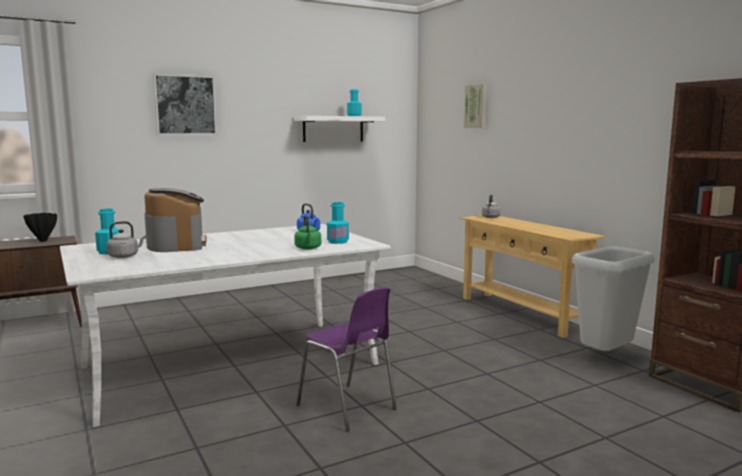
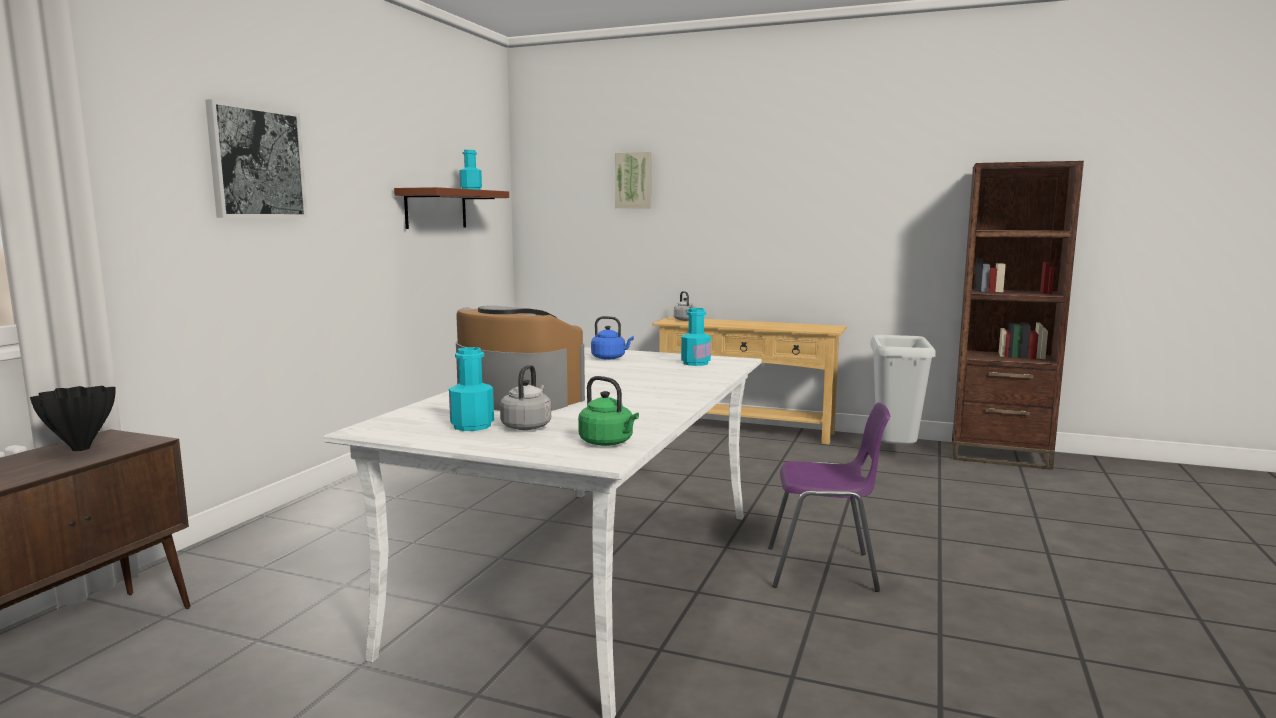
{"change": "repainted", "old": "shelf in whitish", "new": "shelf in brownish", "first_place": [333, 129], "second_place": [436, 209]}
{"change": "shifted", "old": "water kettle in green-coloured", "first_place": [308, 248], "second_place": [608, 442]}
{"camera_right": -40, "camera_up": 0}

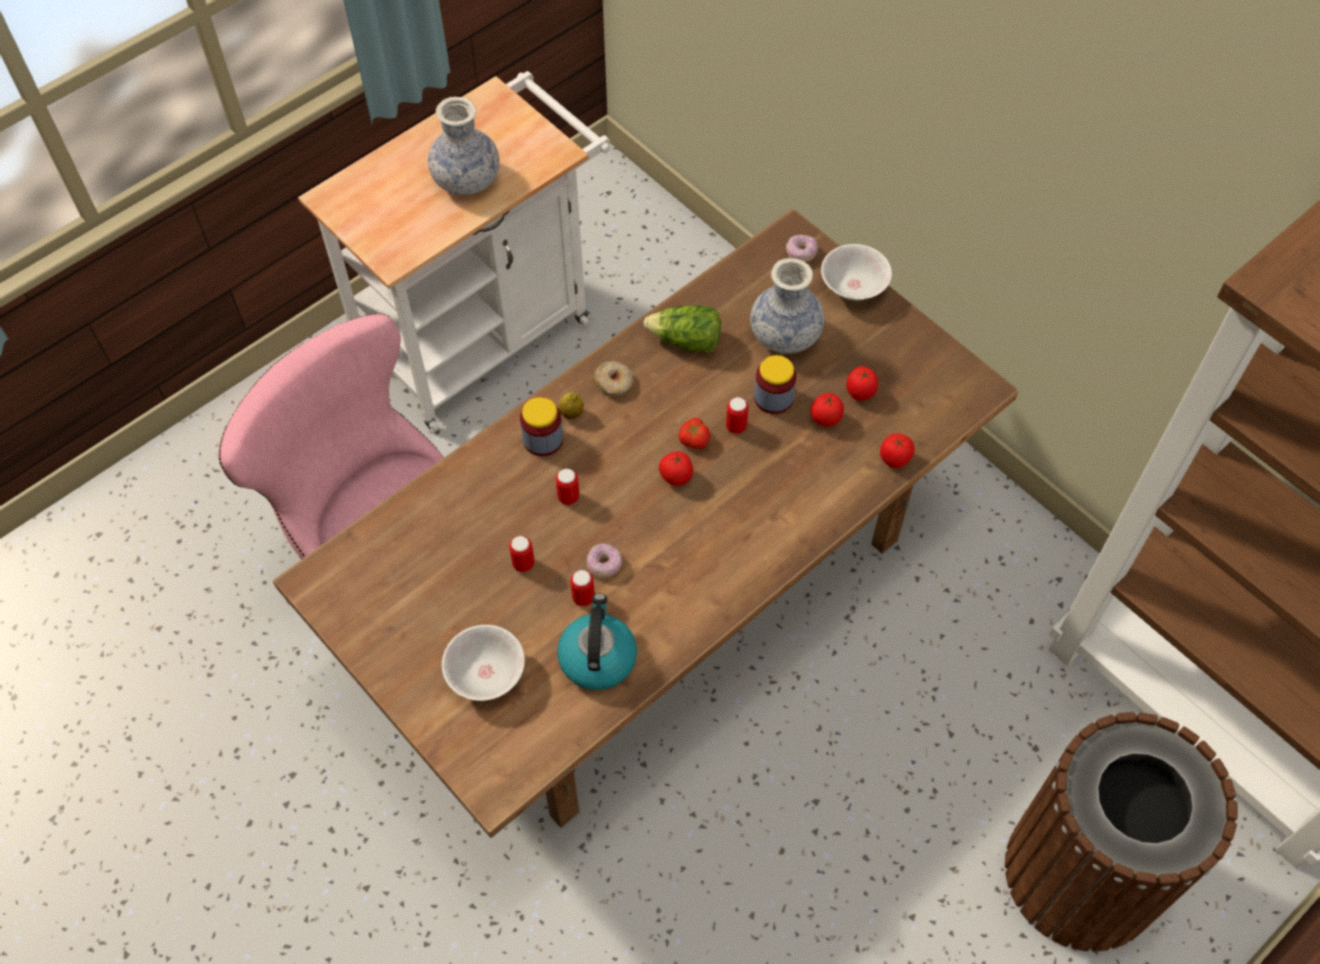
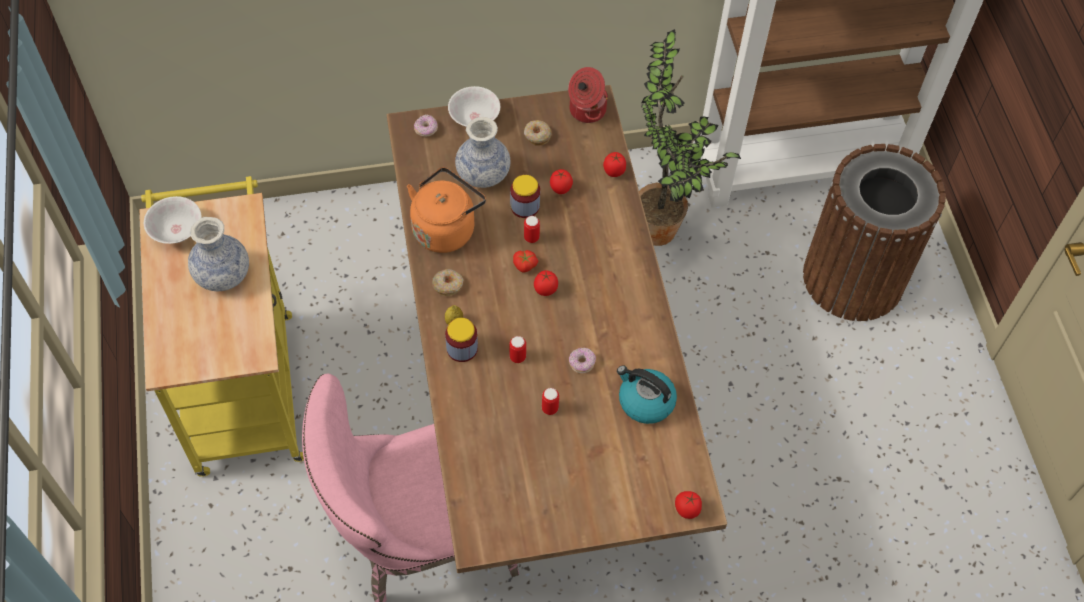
{"change": "repainted", "old": "wheeled cart in whitish", "new": "wheeled cart in yellow", "first_place": [486, 332], "second_place": [243, 382]}
{"change": "swapped", "old": "head of lettuce", "new": "water kettle in orange", "first_place": [686, 341], "second_place": [446, 228]}
{"change": "shifted", "old": "whole tomato", "first_place": [860, 392], "second_place": [687, 509]}
{"change": "gone", "old": "metal can", "first_place": [583, 597]}
{"change": "shifted", "old": "deep dish in whitish", "first_place": [486, 674], "second_place": [177, 231]}
{"change": "new", "new": "plant in a pot", "second_place": [660, 234]}
{"change": "new", "new": "cooking pot", "second_place": [586, 110]}
{"change": "new", "new": "donut", "second_place": [537, 136]}
{"camera_right": -60, "camera_up": 0}

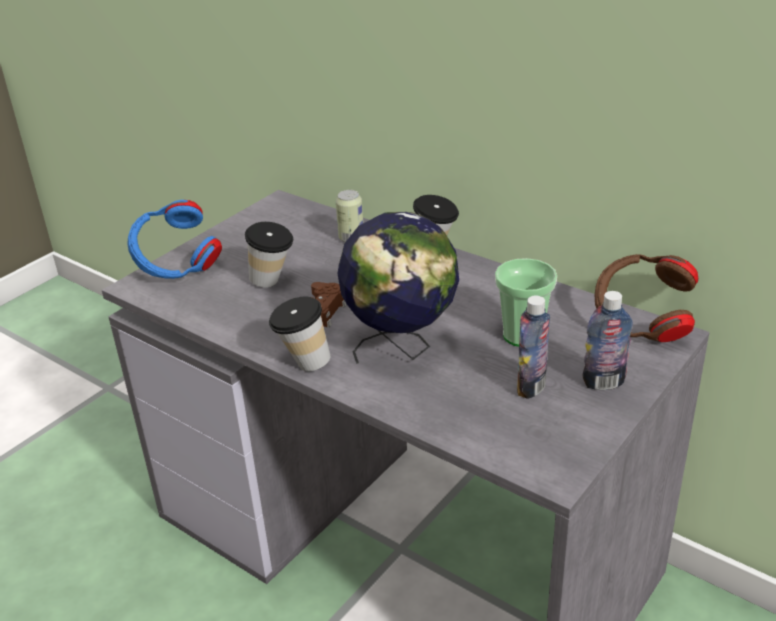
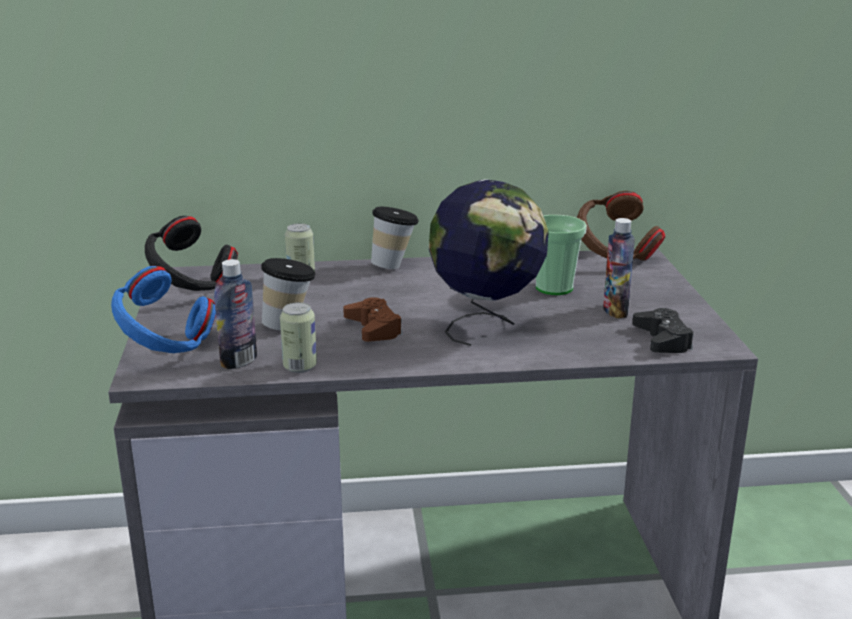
{"change": "shifted", "old": "drink bottle", "first_place": [603, 382], "second_place": [239, 361]}
{"change": "gone", "old": "small cup", "first_place": [303, 364]}
{"change": "new", "new": "pair of headphones in black-coloured", "second_place": [192, 288]}
{"change": "new", "new": "metal can", "second_place": [300, 367]}
{"change": "new", "new": "joypad in black-coloured", "second_place": [662, 340]}
{"camera_right": -45, "camera_up": -10}

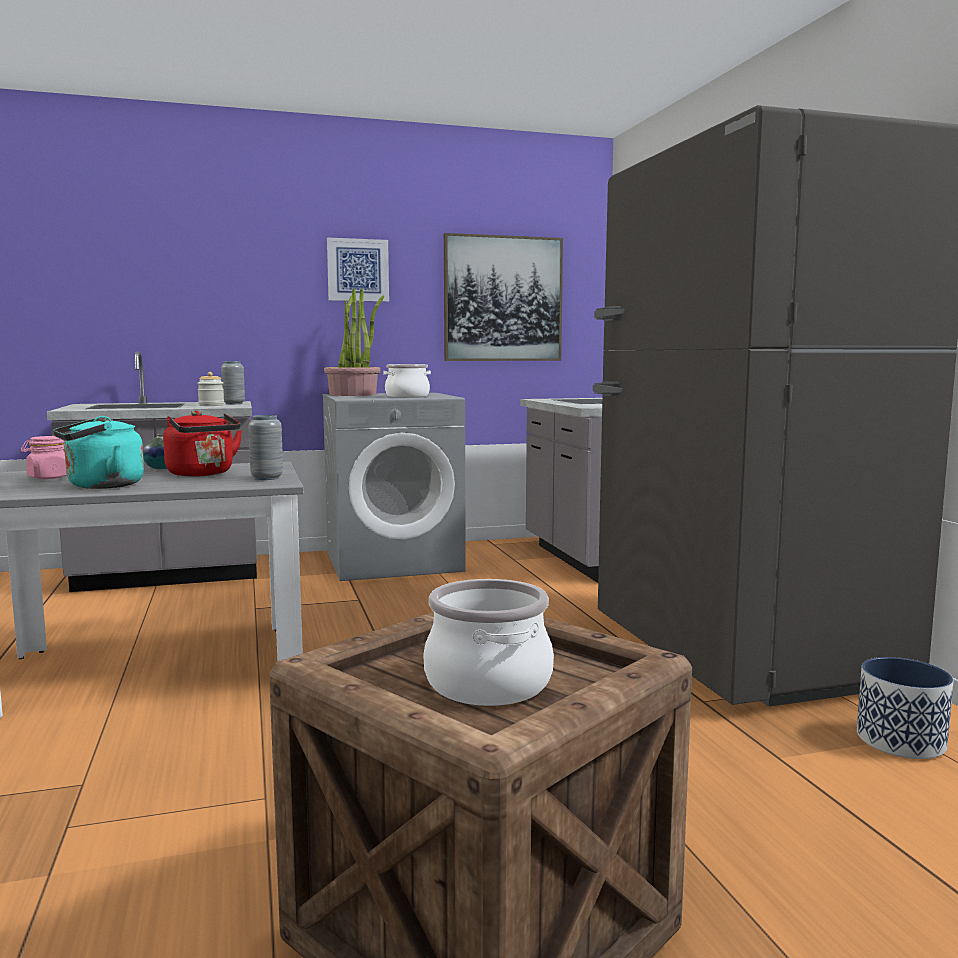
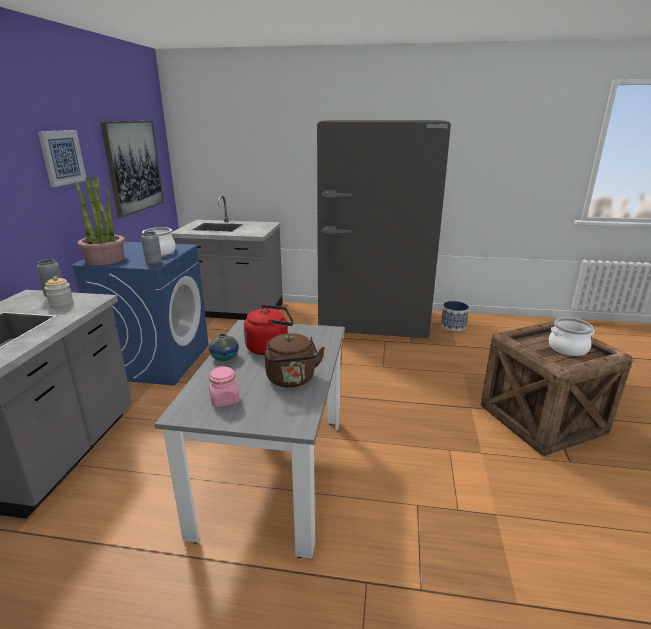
{"change": "repainted", "old": "laundry machine in greyish", "new": "laundry machine in bluish", "first_place": [394, 561], "second_place": [157, 360]}
{"change": "shifted", "old": "flower vase in greyish", "first_place": [267, 478], "second_place": [154, 263]}
{"change": "repainted", "old": "water kettle in turquoise-coloured", "new": "water kettle in brownish", "first_place": [101, 486], "second_place": [292, 380]}
{"camera_right": -65, "camera_up": 15}

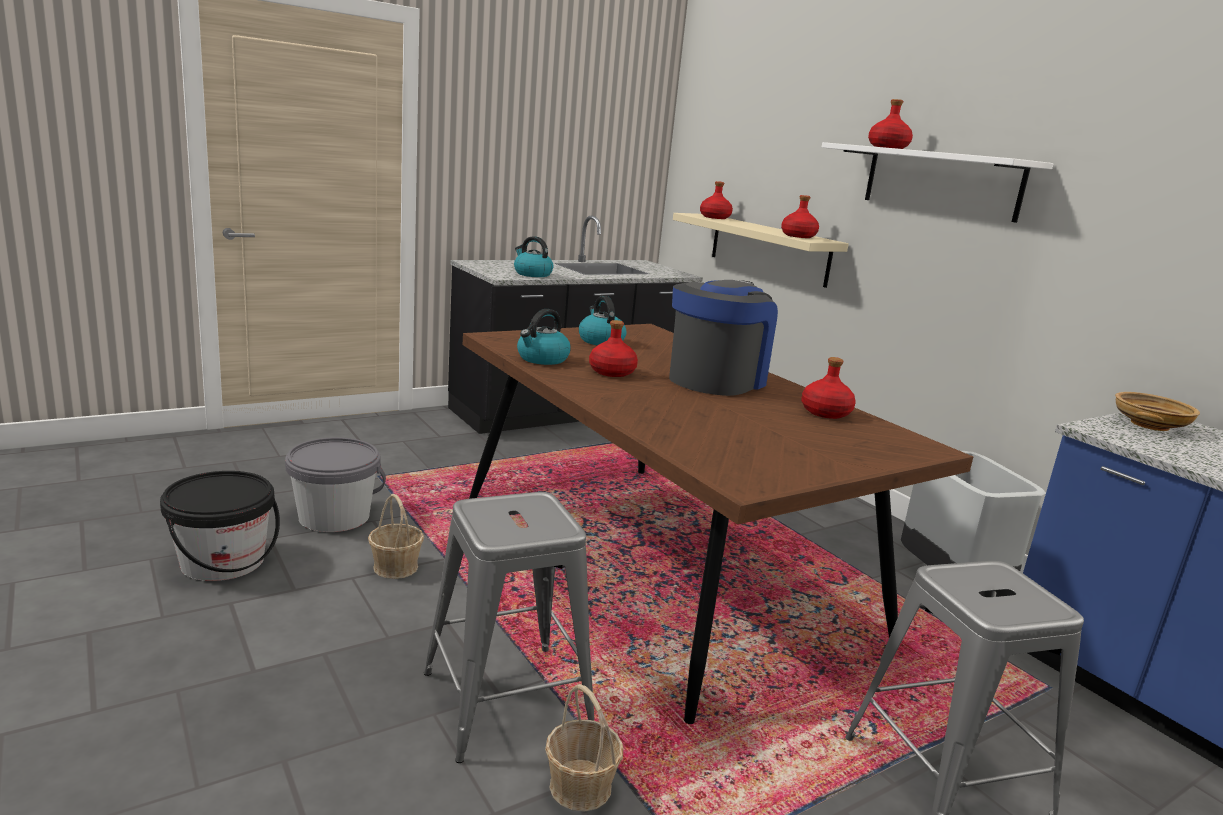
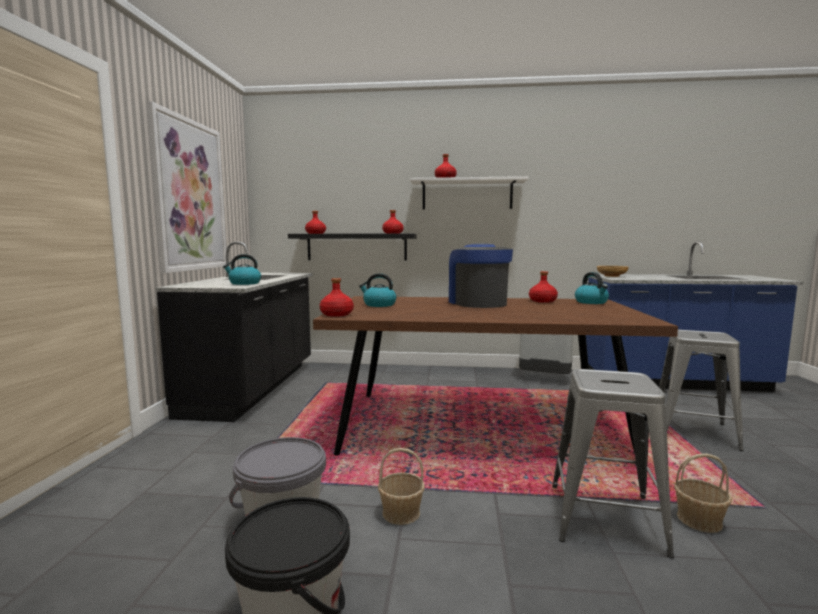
{"change": "repainted", "old": "shelf in beige-coloured", "new": "shelf in black-coloured", "first_place": [768, 249], "second_place": [356, 247]}
{"change": "shifted", "old": "water kettle", "first_place": [542, 359], "second_place": [591, 302]}
{"change": "shifted", "old": "drink bottle in red-coloured", "first_place": [612, 372], "second_place": [337, 314]}
{"change": "new", "new": "picture", "second_place": [189, 195]}
{"camera_right": -50, "camera_up": -10}

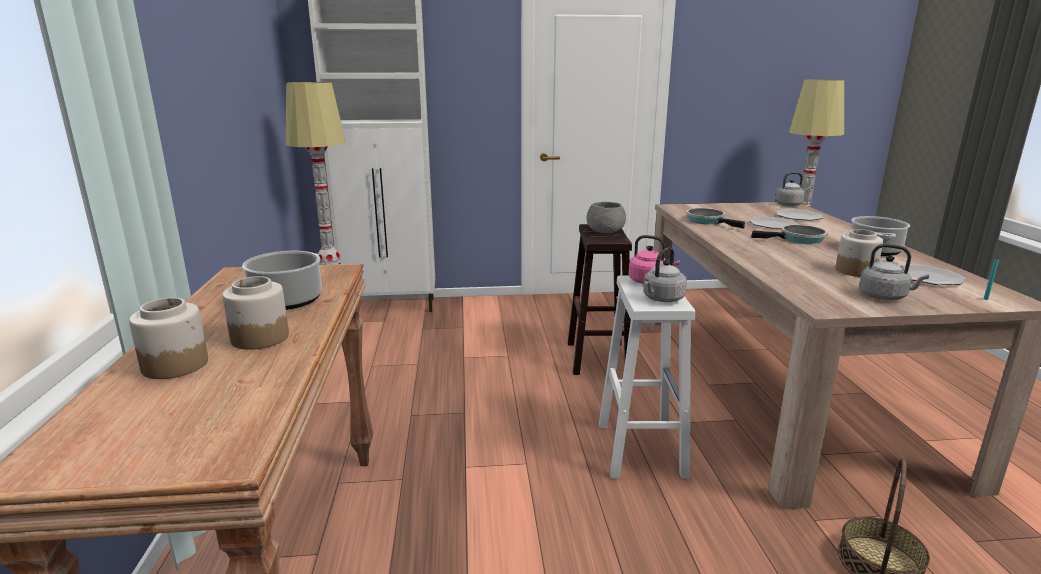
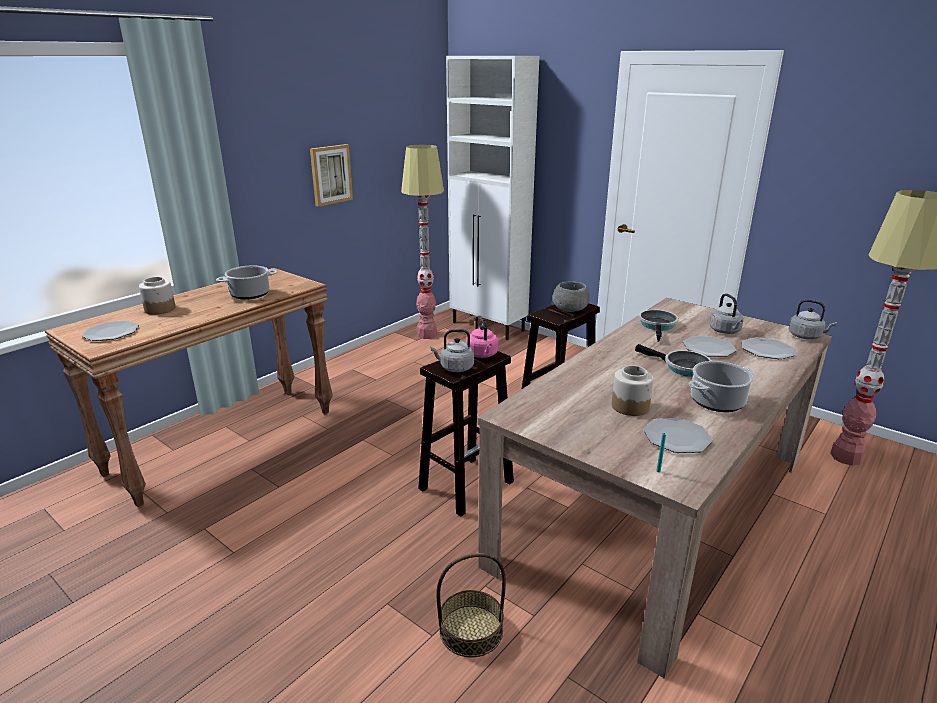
{"change": "shifted", "old": "water kettle in greyish", "first_place": [885, 297], "second_place": [725, 331]}
{"change": "repainted", "old": "stool seat in whitish", "new": "stool seat in brownish", "first_place": [640, 448], "second_place": [467, 484]}
{"change": "gone", "old": "jar", "first_place": [259, 338]}
{"change": "new", "new": "picture", "second_place": [330, 174]}
{"change": "new", "new": "dinner plate", "second_place": [111, 332]}
{"camera_right": 45, "camera_up": 5}

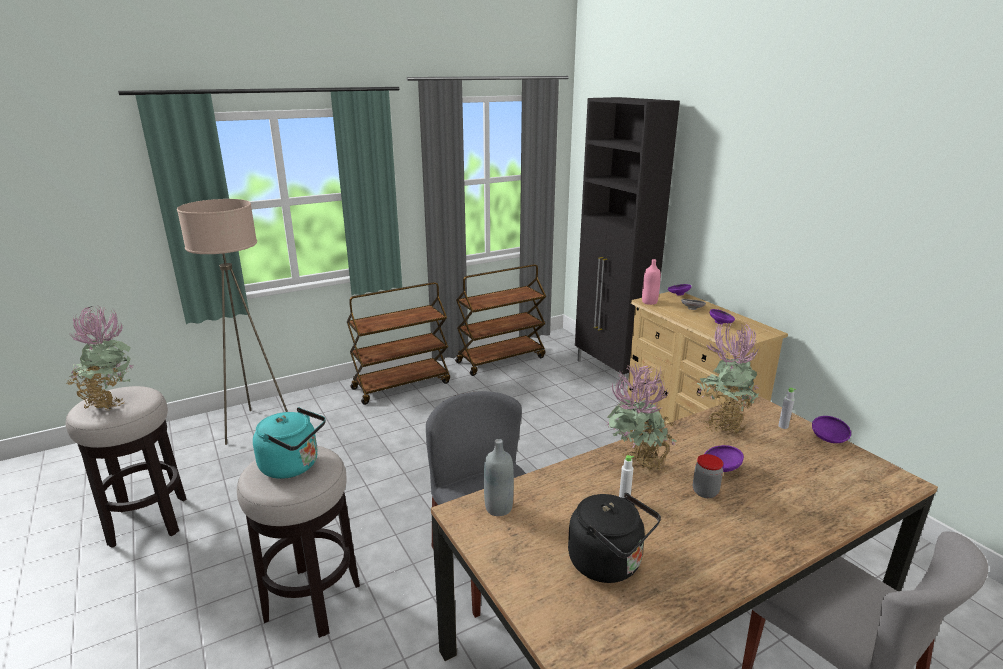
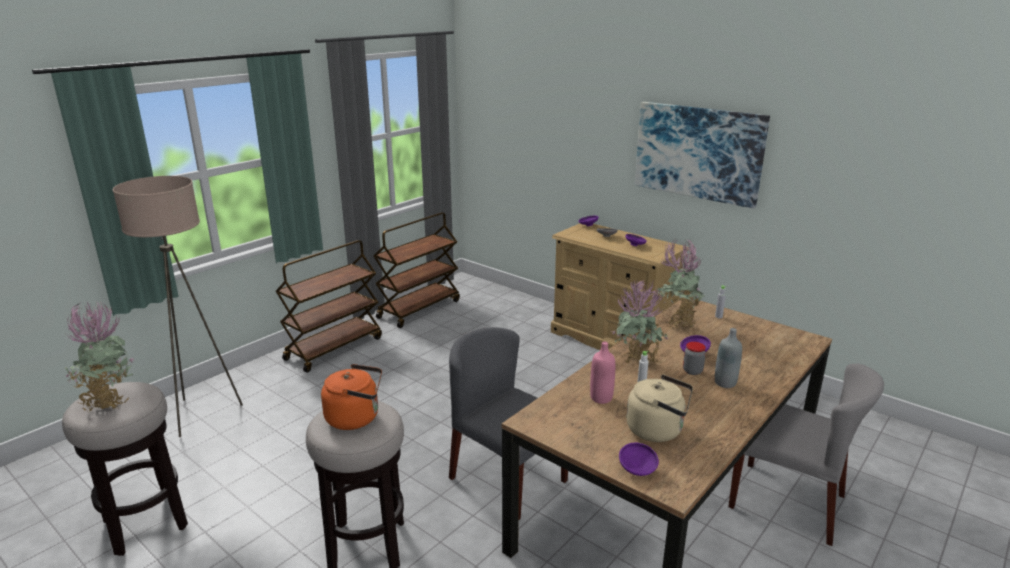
{"change": "gone", "old": "cupboard in black-coloured", "first_place": [610, 371]}
{"change": "shifted", "old": "drink bottle in pinkish", "first_place": [649, 302], "second_place": [601, 398]}
{"change": "repainted", "old": "water kettle in turquoise-coloured", "new": "water kettle in orange", "first_place": [293, 466], "second_place": [356, 418]}
{"change": "shifted", "old": "deep dish in purple-coloured", "first_place": [828, 439], "second_place": [637, 470]}
{"change": "shifted", "old": "drink bottle in greyish", "first_place": [498, 508], "second_place": [725, 383]}
{"change": "repainted", "old": "water kettle in black-coloured", "new": "water kettle in beige-coloured", "first_place": [609, 564], "second_place": [658, 430]}
{"change": "new", "new": "picture", "second_place": [698, 152]}
{"camera_right": -20, "camera_up": 0}

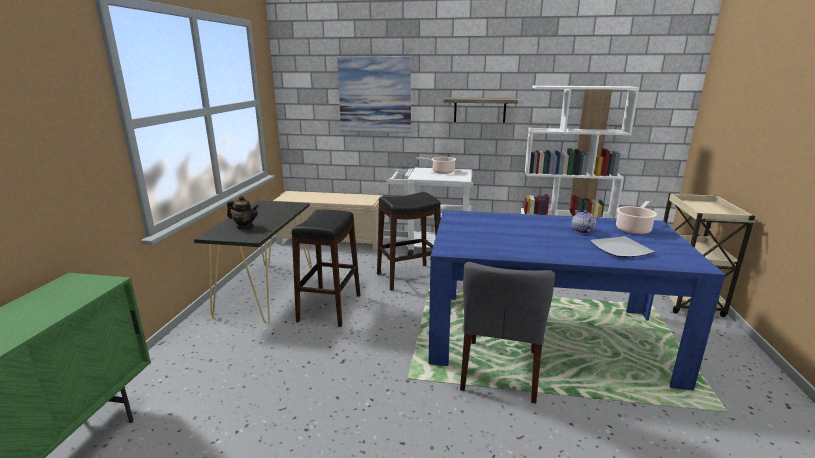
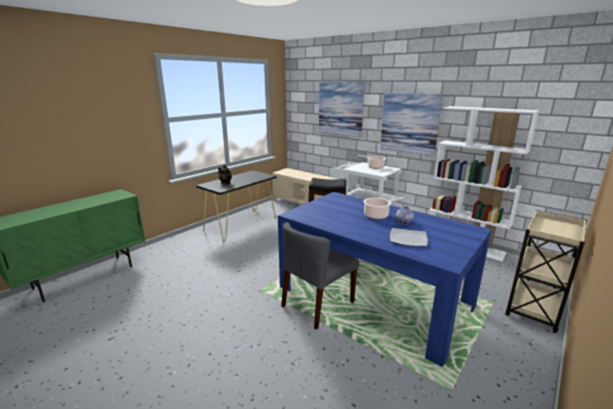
{"change": "swapped", "old": "shelf", "new": "picture", "first_place": [479, 110], "second_place": [409, 123]}
{"change": "shifted", "old": "cooking pot", "first_place": [633, 229], "second_place": [377, 215]}
{"change": "gone", "old": "stool seat in black-coloured", "first_place": [330, 308]}
{"camera_right": 30, "camera_up": 0}

